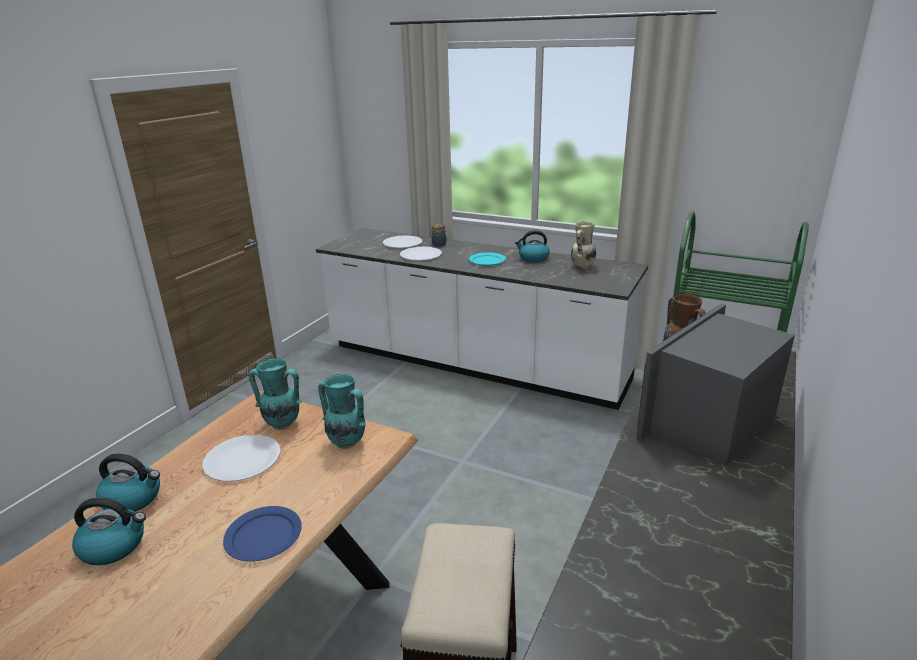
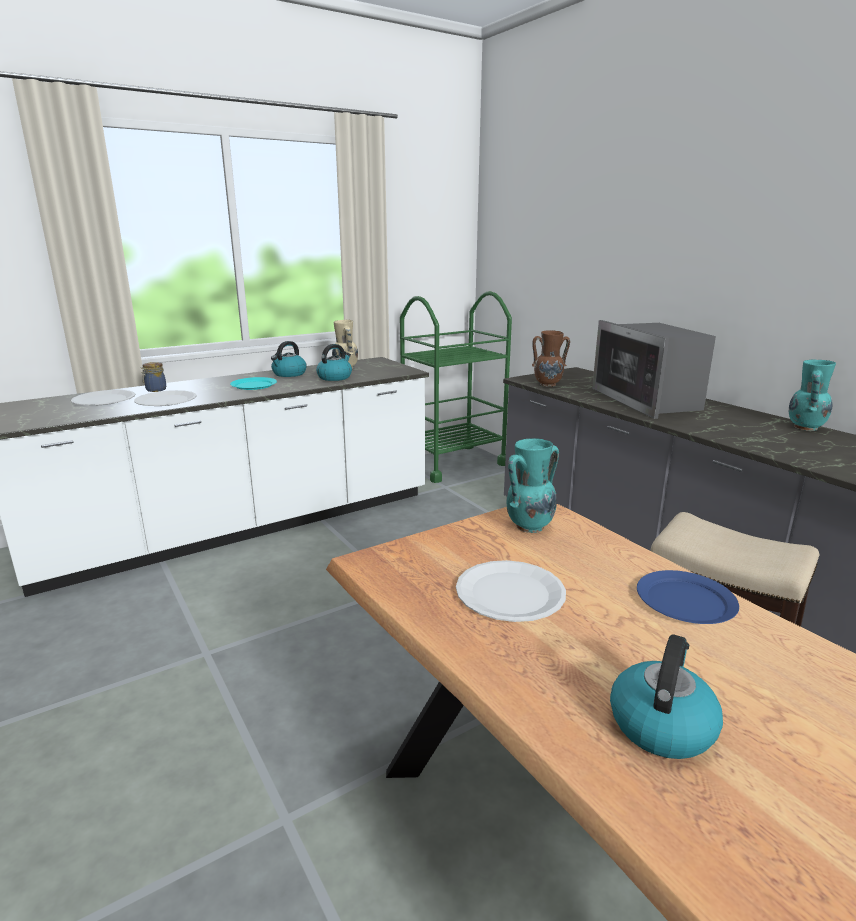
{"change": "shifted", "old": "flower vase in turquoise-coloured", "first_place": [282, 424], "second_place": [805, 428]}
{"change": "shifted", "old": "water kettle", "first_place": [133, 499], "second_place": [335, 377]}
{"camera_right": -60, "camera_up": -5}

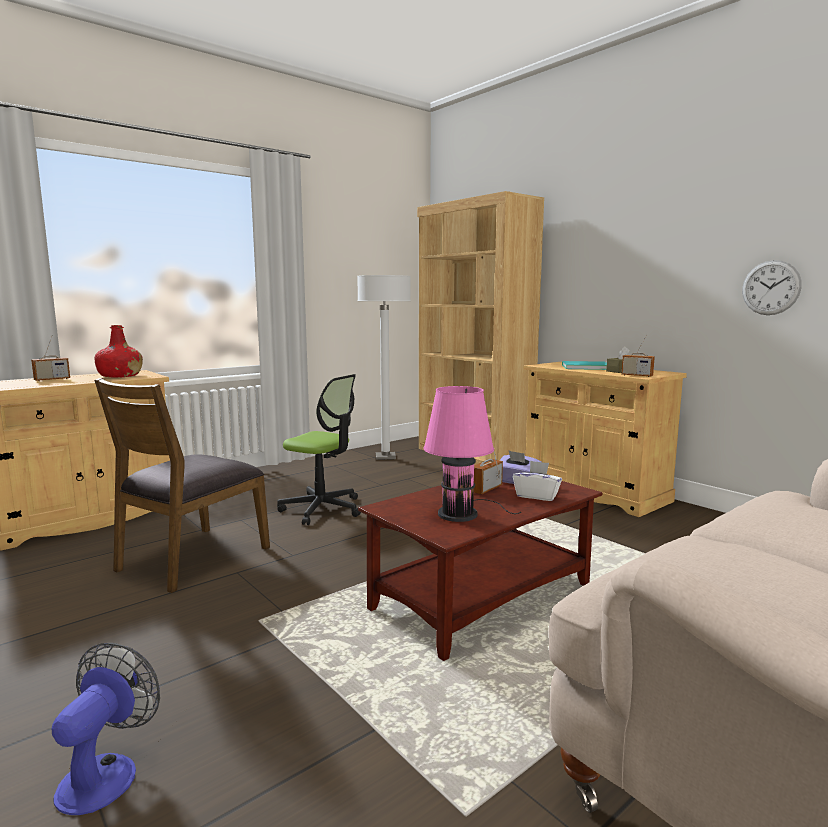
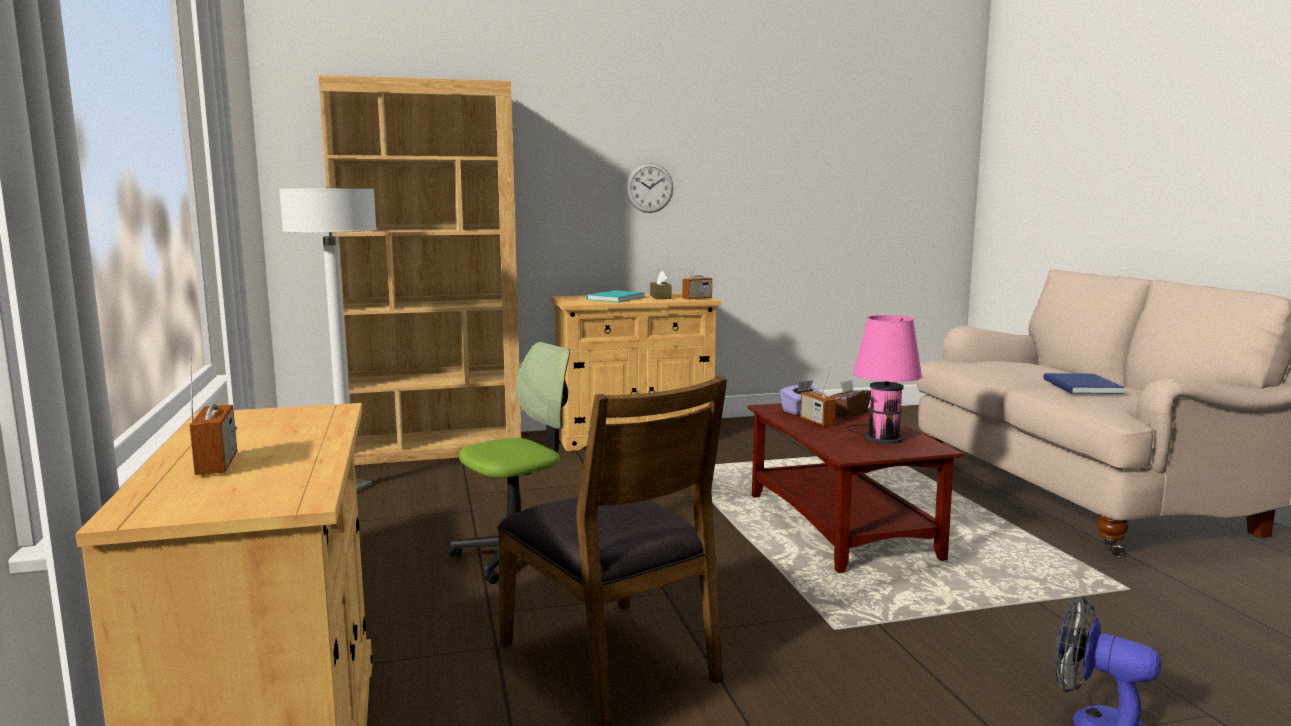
{"change": "shifted", "old": "clock on the wall", "first_place": [771, 288], "second_place": [649, 188]}
{"change": "gone", "old": "drink bottle in red-coloured", "first_place": [120, 376]}
{"change": "repainted", "old": "box of tissues in whitish", "new": "box of tissues in brownish", "first_place": [537, 496], "second_place": [847, 413]}
{"change": "new", "new": "book in bluish", "second_place": [1081, 387]}
{"camera_right": -65, "camera_up": 0}

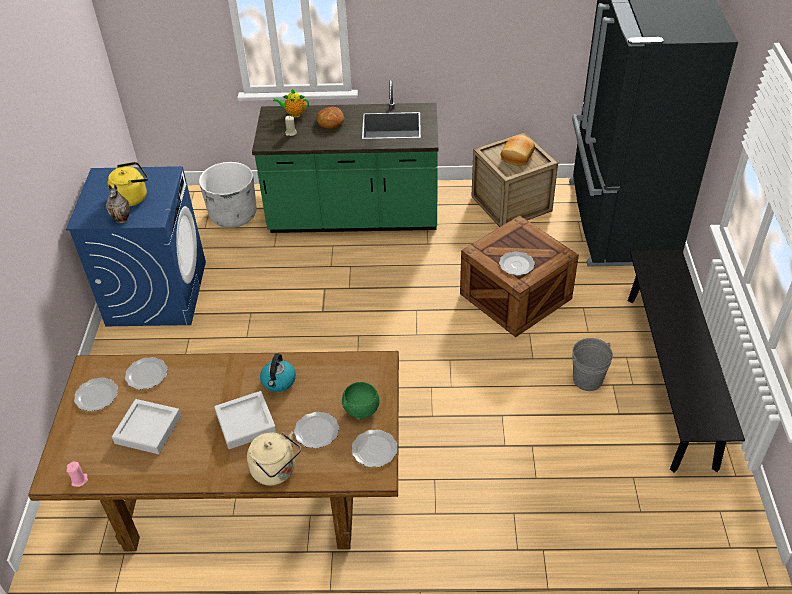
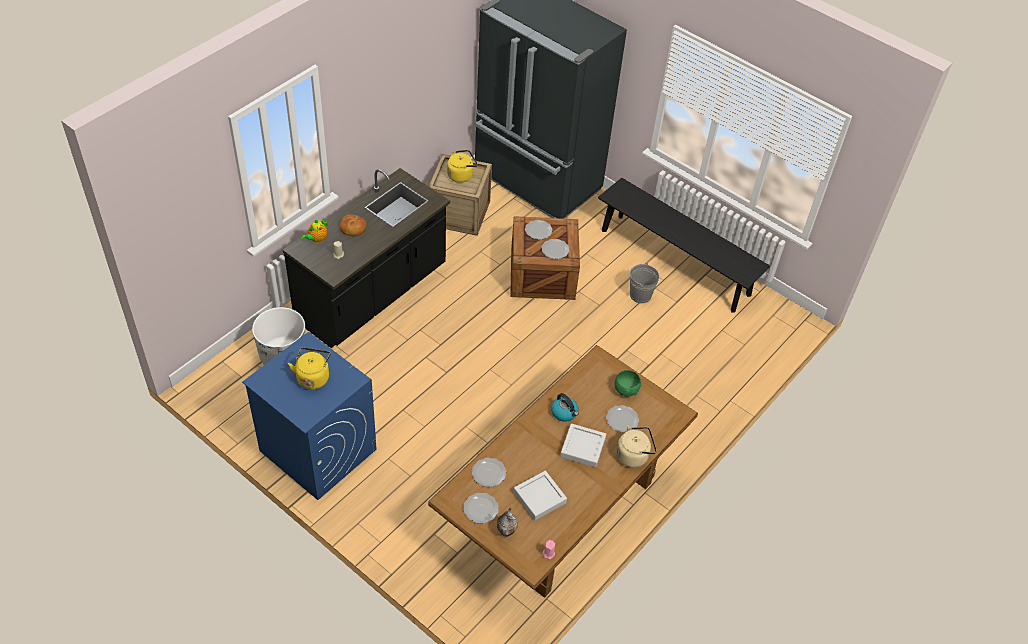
{"change": "repainted", "old": "counter in green-coloured", "new": "counter in black-coloured", "first_place": [354, 217], "second_place": [372, 295]}
{"change": "swapped", "old": "bread", "new": "water kettle in yellow", "first_place": [518, 156], "second_place": [461, 175]}
{"change": "shifted", "old": "flower vase", "first_place": [122, 219], "second_place": [506, 531]}
{"change": "shifted", "old": "dinner plate", "first_place": [375, 450], "second_place": [539, 230]}
{"camera_right": -55, "camera_up": 5}

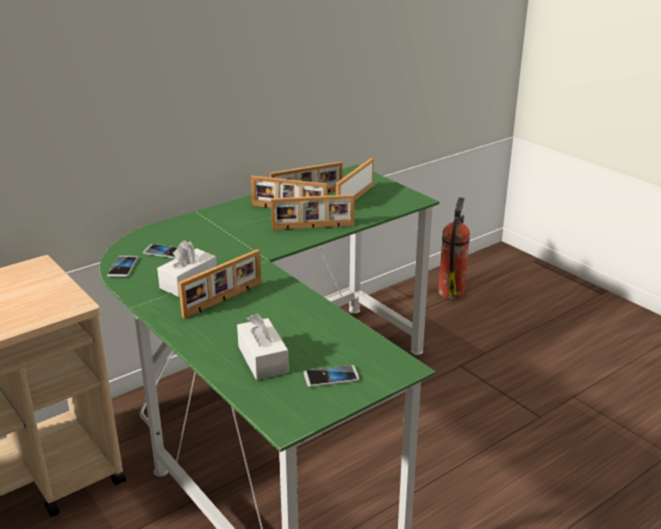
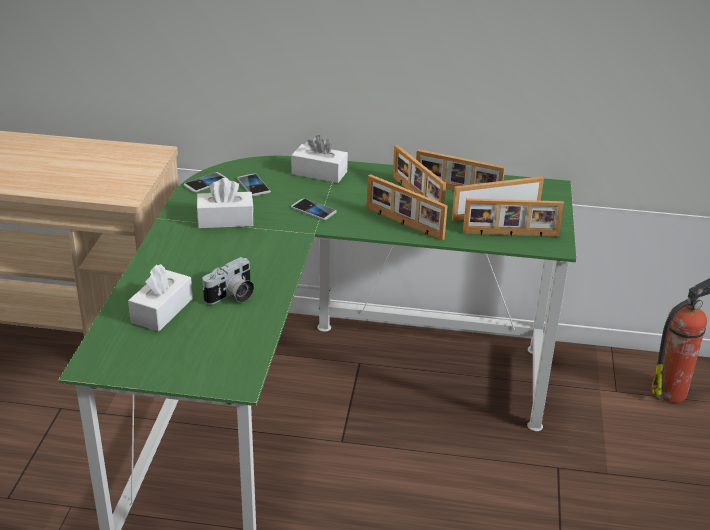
{"change": "shifted", "old": "picture frame", "first_place": [224, 300], "second_place": [510, 235]}
{"change": "shifted", "old": "telephone", "first_place": [331, 377], "second_place": [313, 210]}
{"change": "new", "new": "box of tissues in whitish", "second_place": [319, 173]}
{"change": "new", "new": "still camera", "second_place": [232, 296]}
{"camera_right": 45, "camera_up": 5}

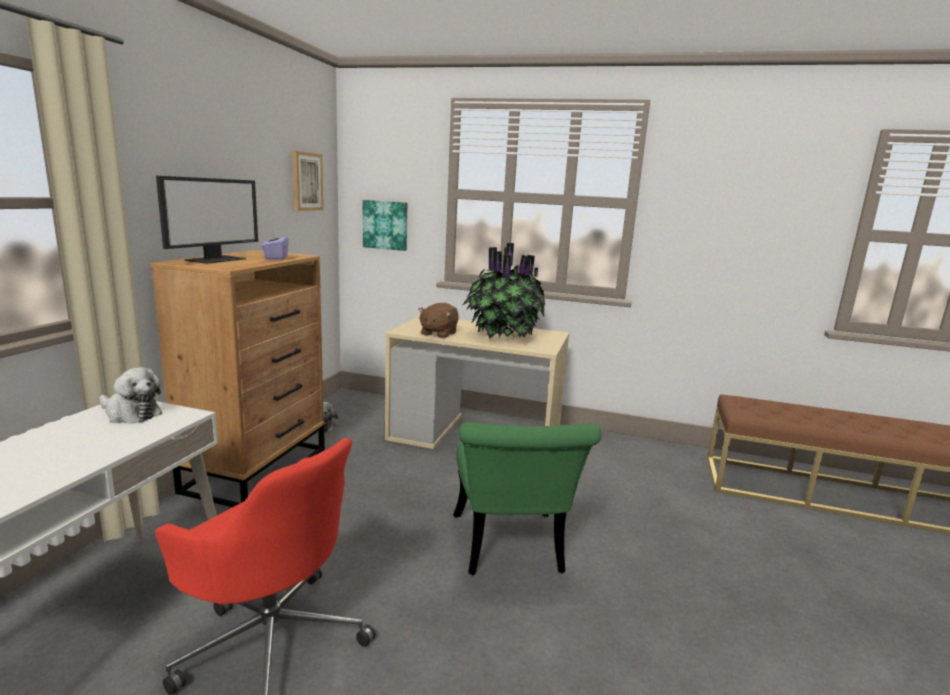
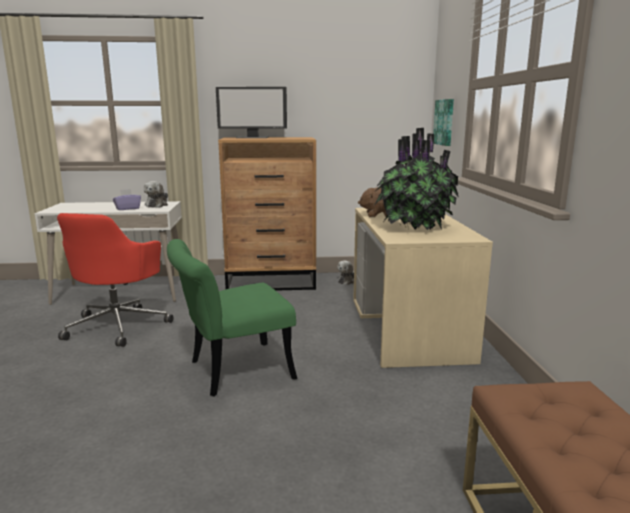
{"change": "gone", "old": "picture", "first_place": [306, 181]}
{"change": "shifted", "old": "box of tissues in purple-coloured", "first_place": [275, 258], "second_place": [127, 208]}
{"camera_right": 70, "camera_up": 0}

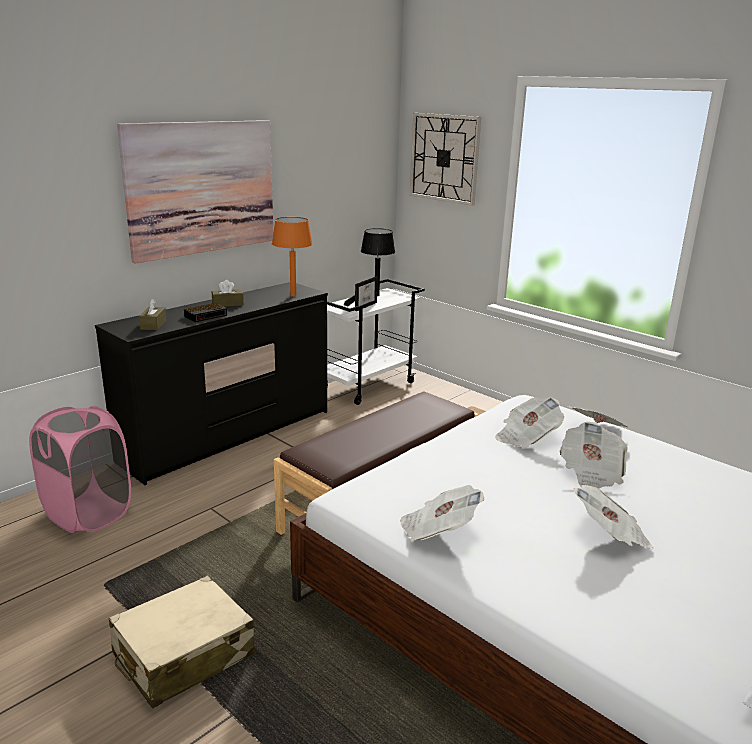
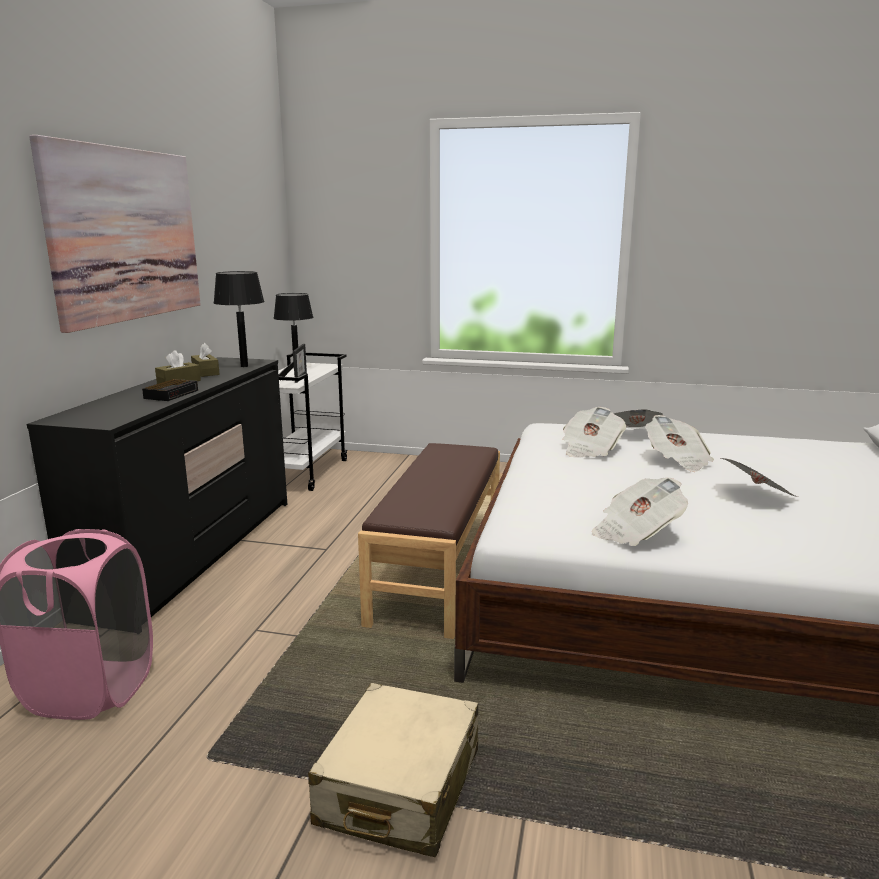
{"change": "gone", "old": "clock on the wall", "first_place": [444, 158]}
{"change": "repainted", "old": "lamp for a table in orange", "new": "lamp for a table in black-coloured", "first_place": [293, 295], "second_place": [244, 366]}
{"change": "shifted", "old": "box of tissues in brownish", "first_place": [153, 324], "second_place": [205, 372]}
{"camera_right": -30, "camera_up": -5}

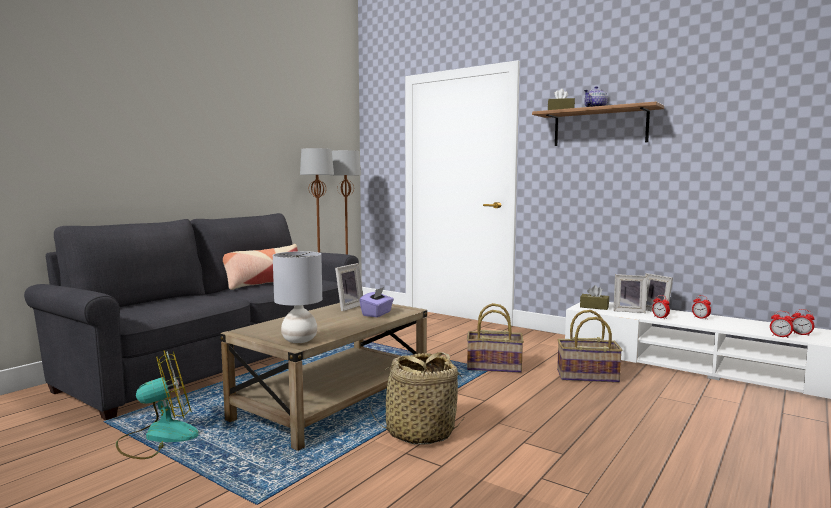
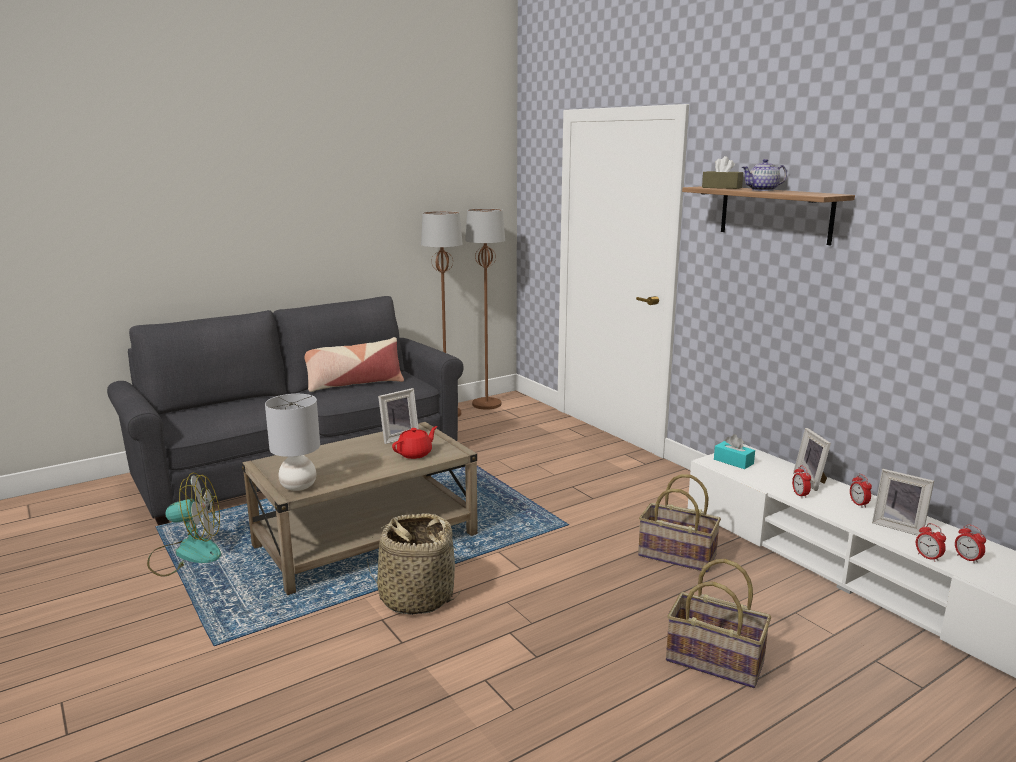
{"change": "shifted", "old": "picture frame", "first_place": [629, 311], "second_place": [898, 526]}
{"change": "repainted", "old": "box of tissues in brownish", "new": "box of tissues in turquoise-coloured", "first_place": [594, 307], "second_place": [733, 461]}
{"change": "swapped", "old": "box of tissues in purple-coloured", "new": "tea pot in red-coloured", "first_place": [377, 314], "second_place": [415, 454]}
{"change": "shifted", "old": "basket", "first_place": [494, 366], "second_place": [715, 660]}
{"camera_right": 20, "camera_up": 10}

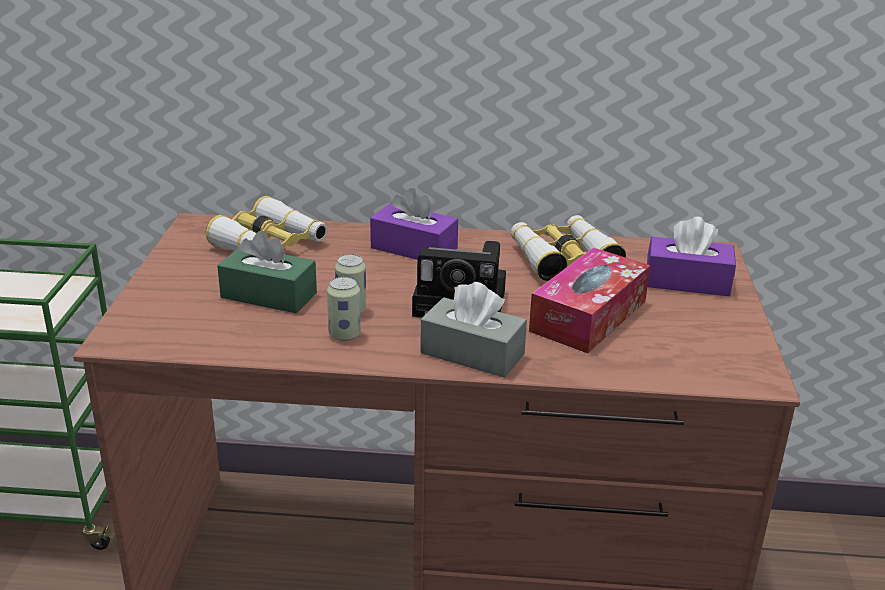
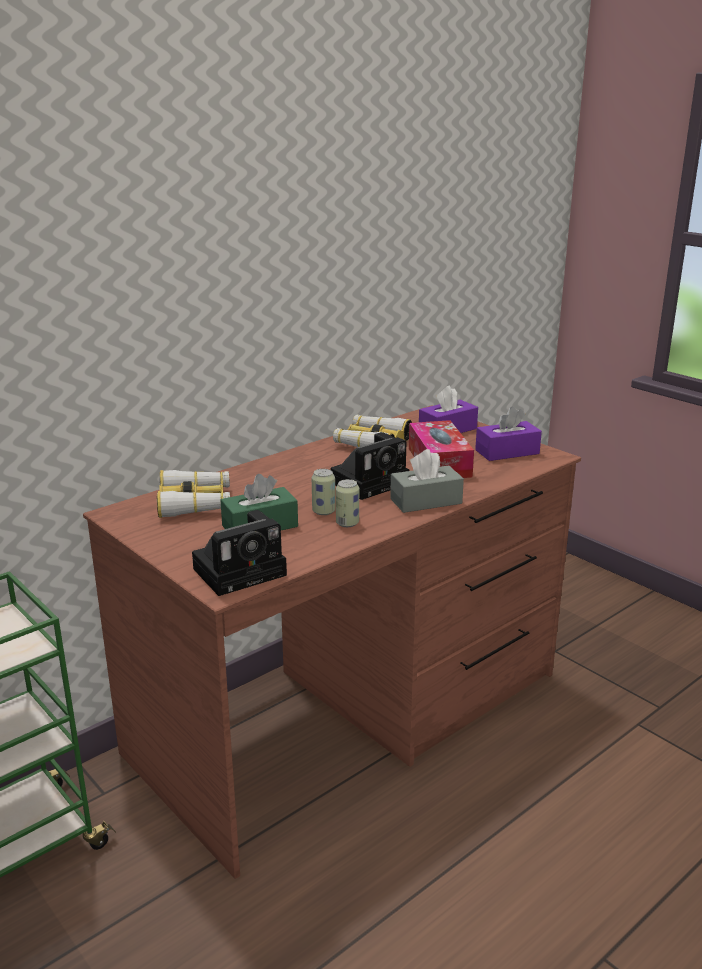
{"change": "shifted", "old": "box of tissues in purple-coloured", "first_place": [414, 248], "second_place": [507, 452]}
{"change": "new", "new": "still camera", "second_place": [243, 570]}
{"camera_right": -45, "camera_up": -5}

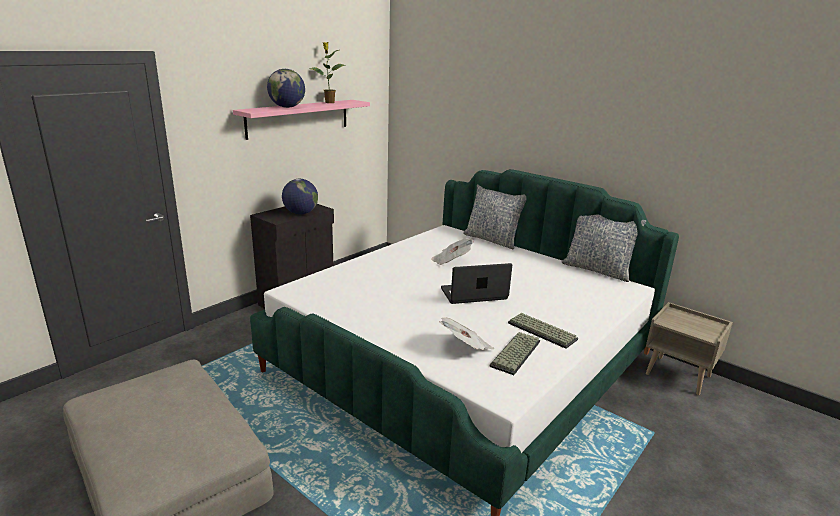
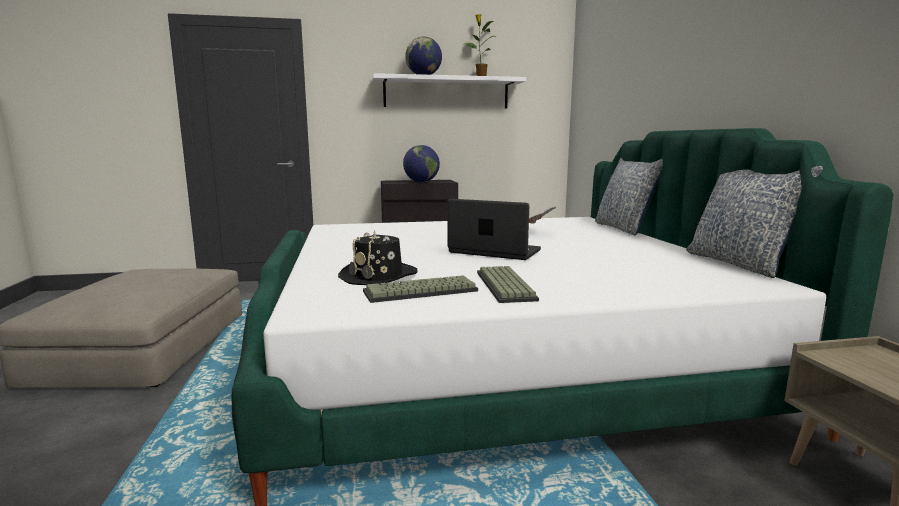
{"change": "repainted", "old": "shelf in pinkish", "new": "shelf in whitish", "first_place": [299, 118], "second_place": [446, 93]}
{"change": "swapped", "old": "newspaper", "new": "wearable hat in black-coloured", "first_place": [465, 347], "second_place": [379, 276]}
{"camera_right": 40, "camera_up": -10}

